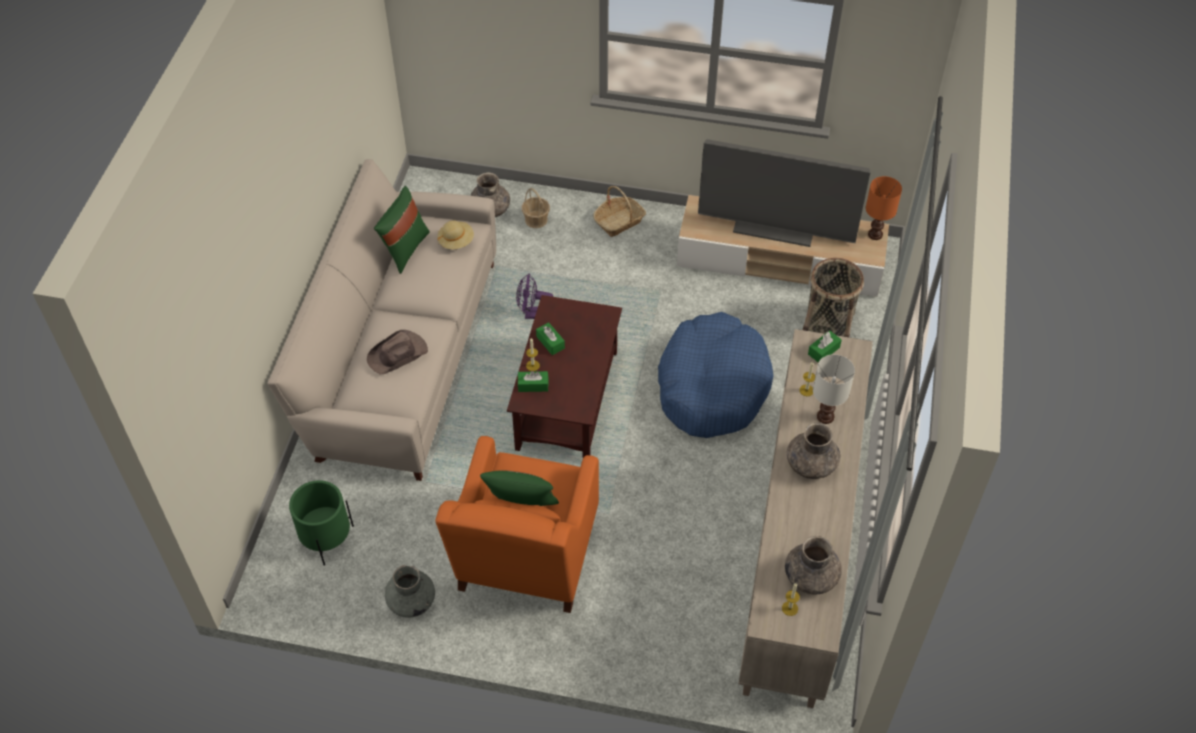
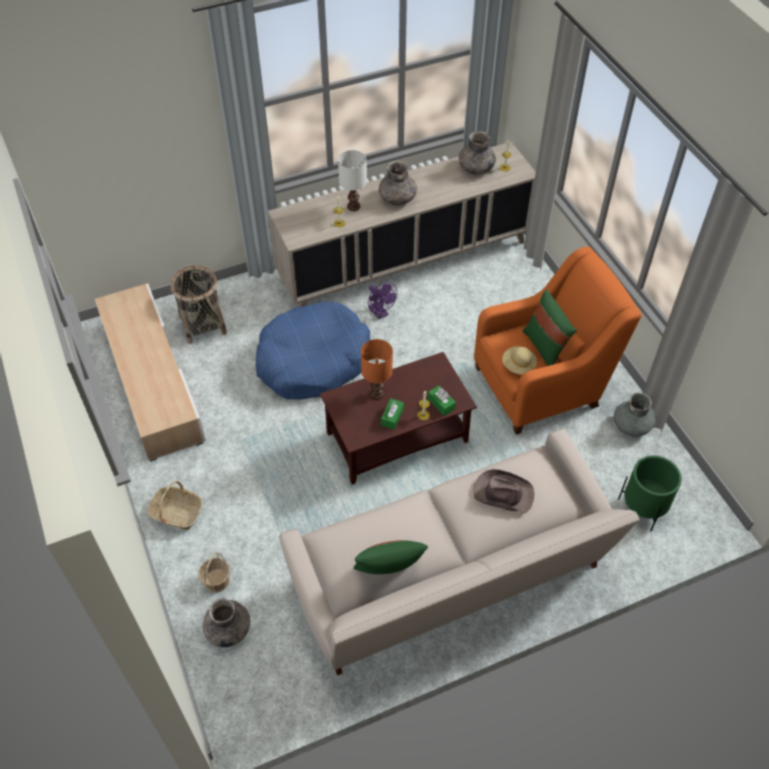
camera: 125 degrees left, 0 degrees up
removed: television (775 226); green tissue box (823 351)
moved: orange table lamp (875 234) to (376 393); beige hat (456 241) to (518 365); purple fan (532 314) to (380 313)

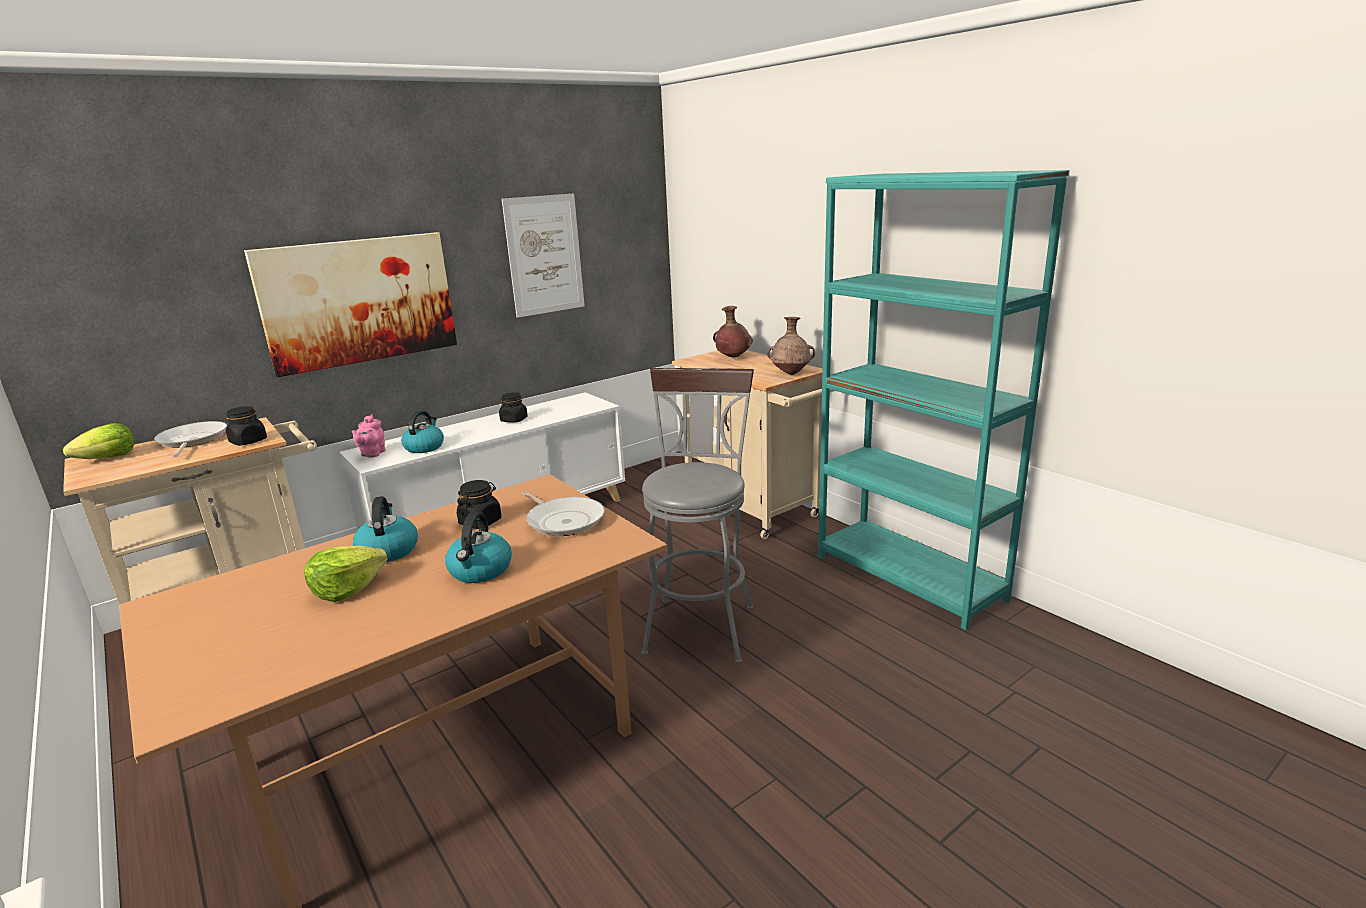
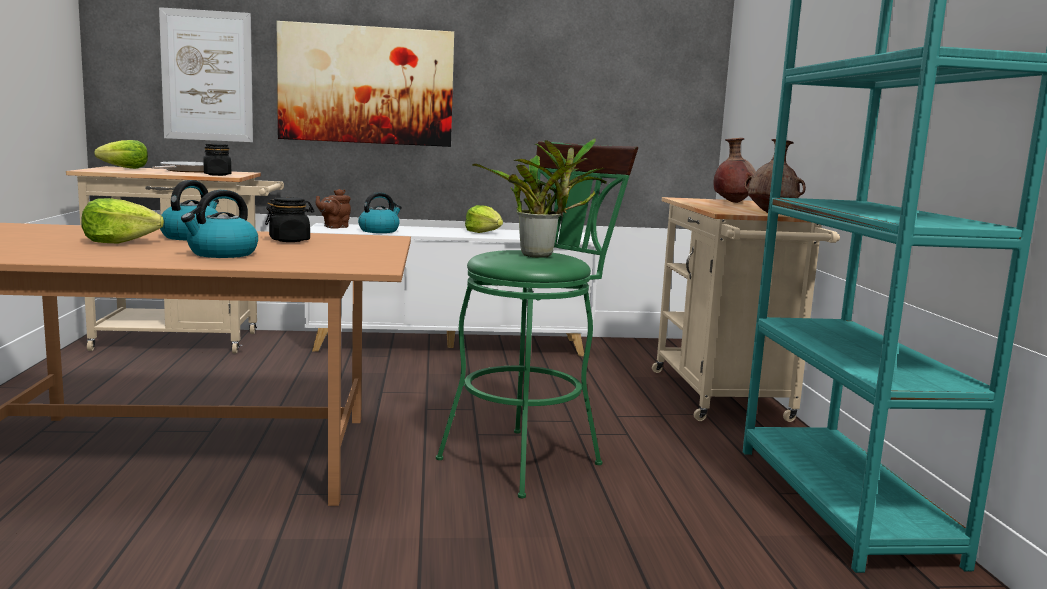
camera: 30 degrees right, 10 degrees down
removed: frying pan (563 520)
added: potted plant (542 255)
moved: picture (544 255) to (207 76)
replaced: black jar (514 420) to lettuce (484 232)
recoloured: grey stool (701 623) to green stool (528 457); pink teapot (372 454) to brown teapot (334 227)

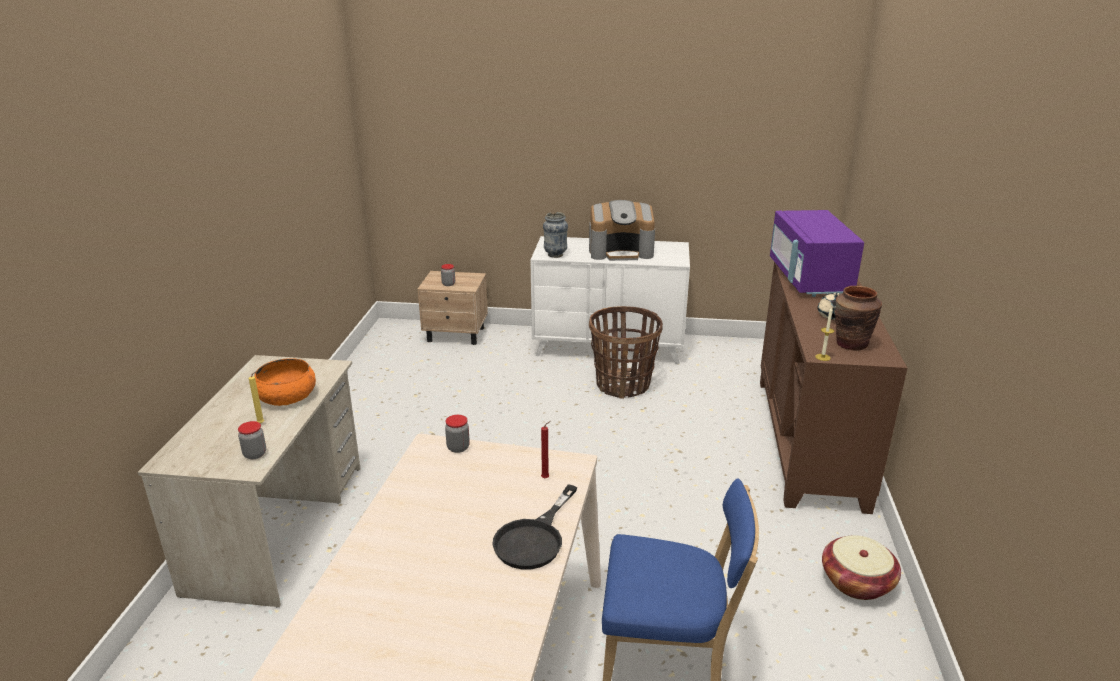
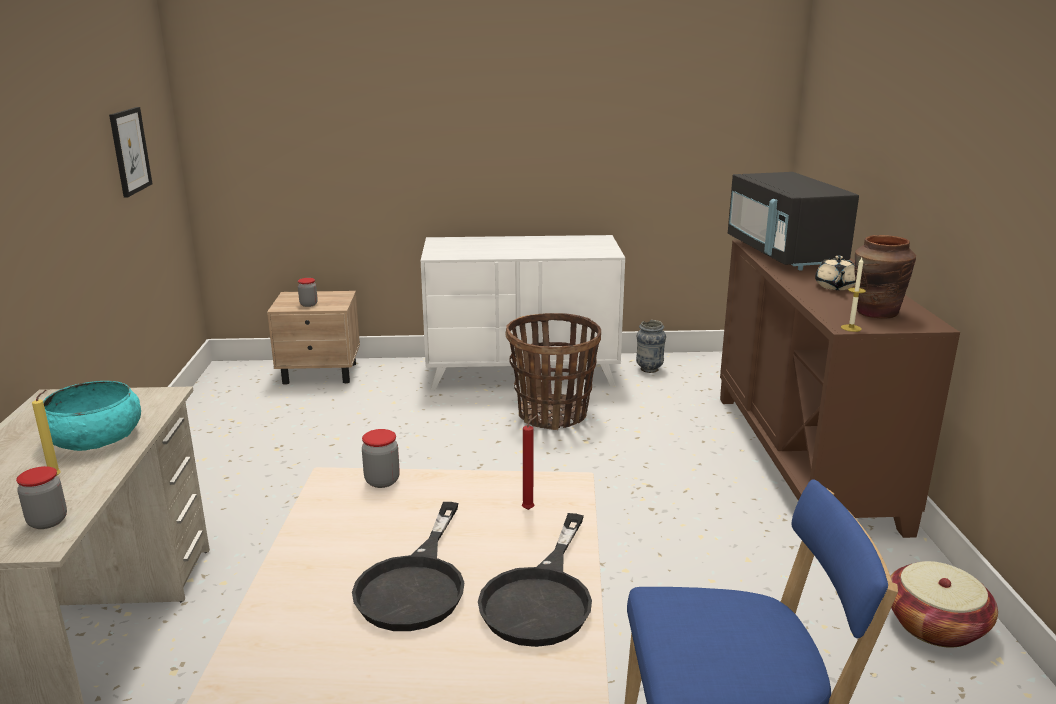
camera: 10 degrees left, 5 degrees down
removed: coffee machine (621 252)
added: picture (130 151); black frying pan (416 583)
moved: vase (555 255) to (649 369)
recoloured: purple microwave (809 279) to black microwave (784 254); orange bowl (287 395) to turquoise bowl (95 436)

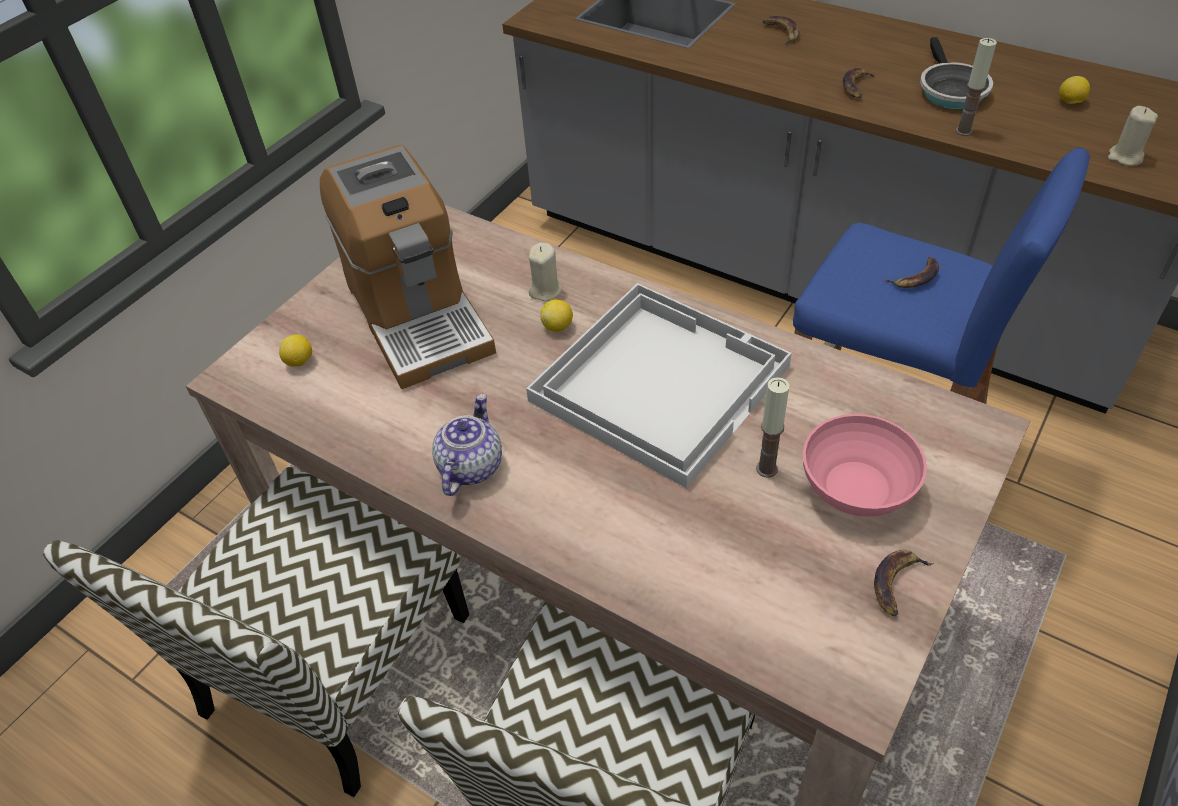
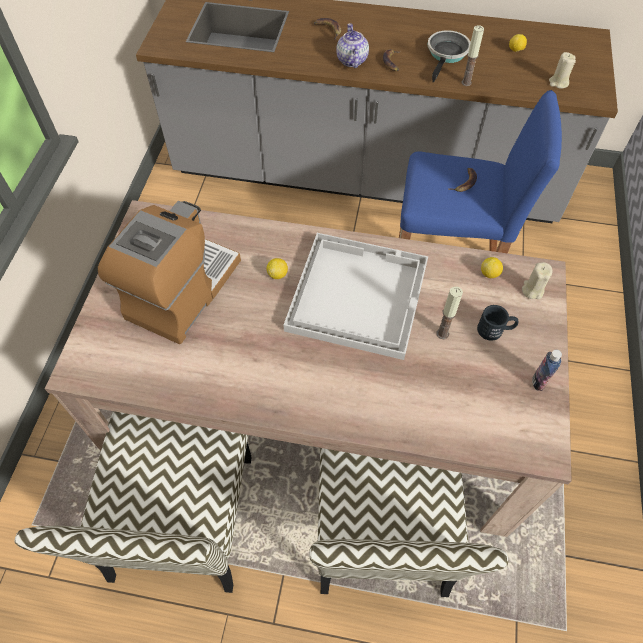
camera: 25 degrees left, 10 degrees up
moved: beige candle (545 290) to (532 290); lemon (300 362) to (489 274); teapot (470 466) to (351 60)
replaced: pink bowl (858 487) to black mug (495 330); banana (897 584) to bottle (538 381)
turned: frying pan (950 90) = (447 54) 135 degrees counterclockwise; coffee machine (418 316) = (182 291) 105 degrees counterclockwise

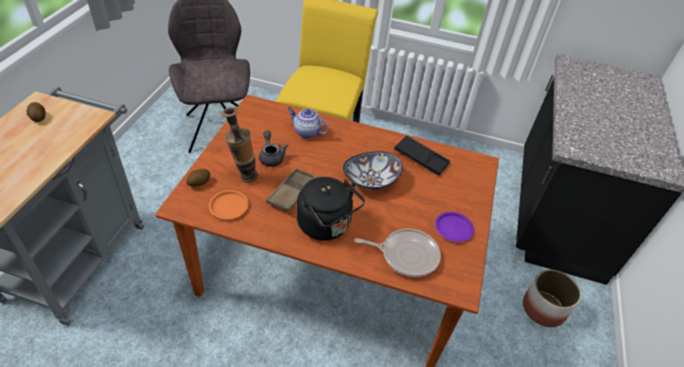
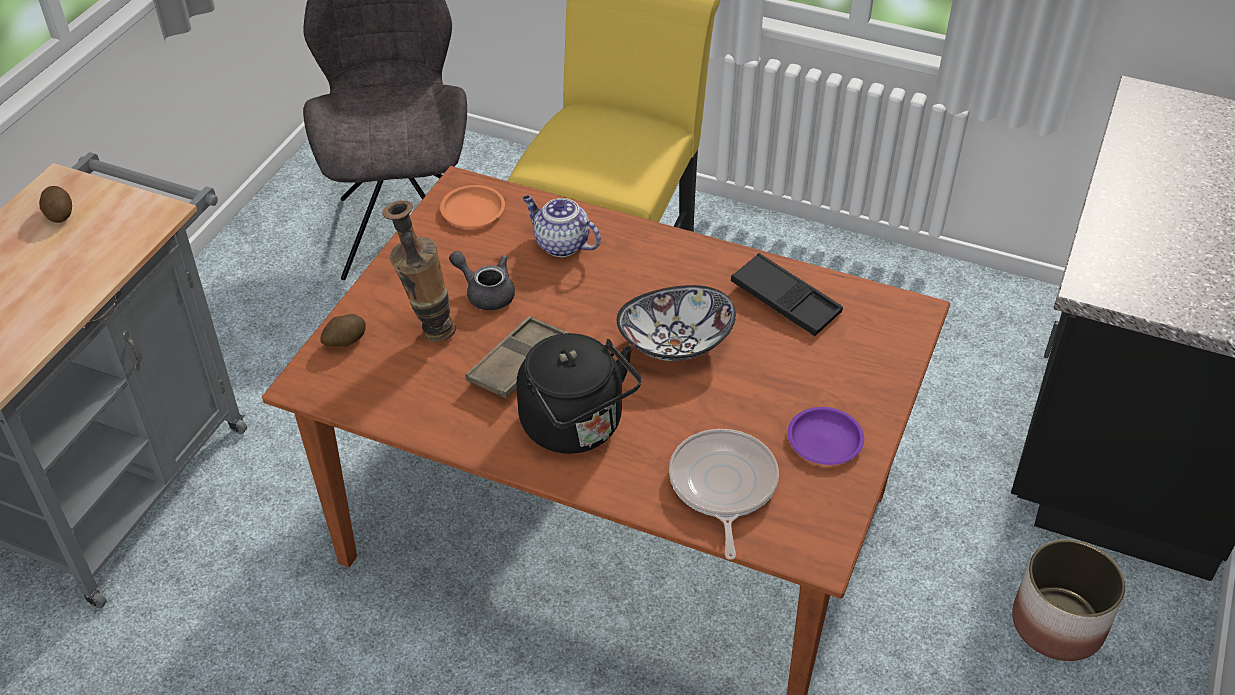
camera: 10 degrees right, 0 degrees up
moved: orange plate (229 207) to (473 210)
turned: grey teapot (271 156) = (485 292) 45 degrees counterclockwise; frying pan (406 255) = (722 486) 105 degrees counterclockwise

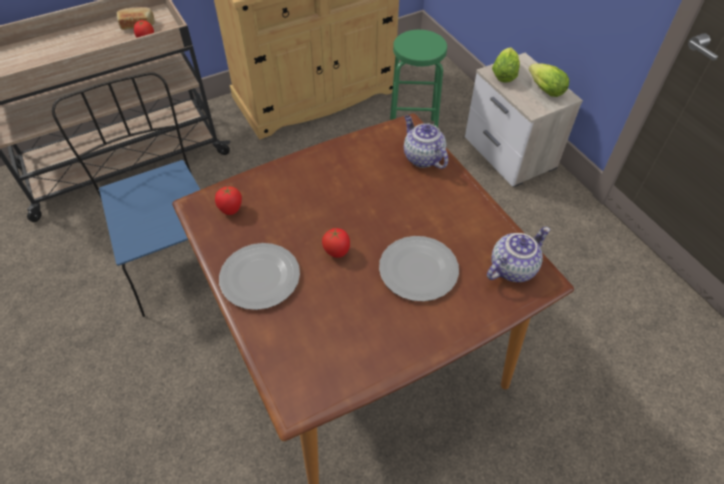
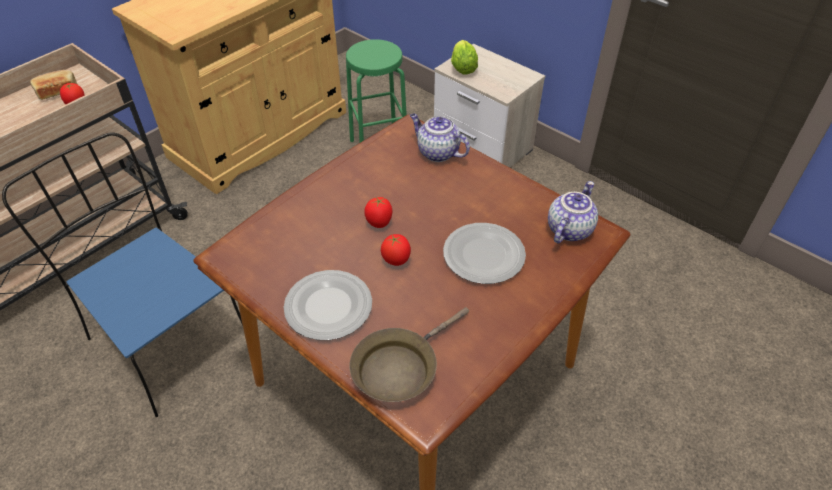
camera: 20 degrees left, 5 degrees down
removed: lettuce (543 89)
added: brown frying pan (399 367)
moved: tomato (231 210) to (379 224)

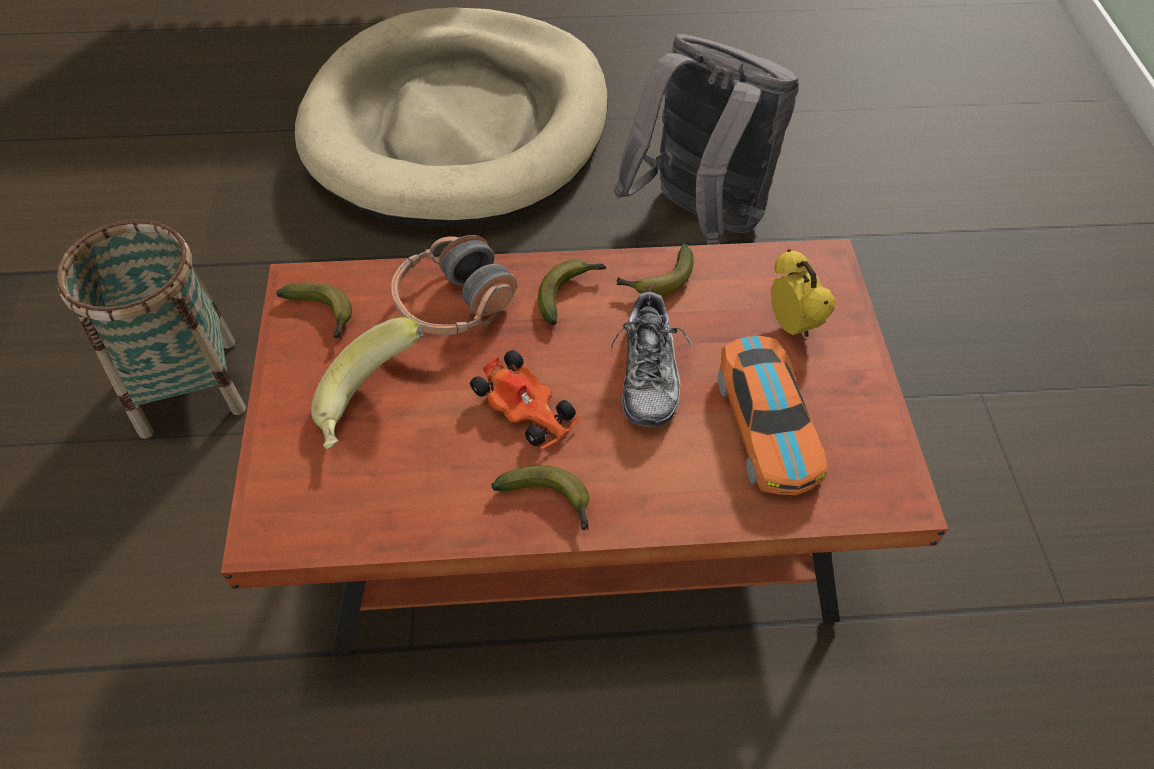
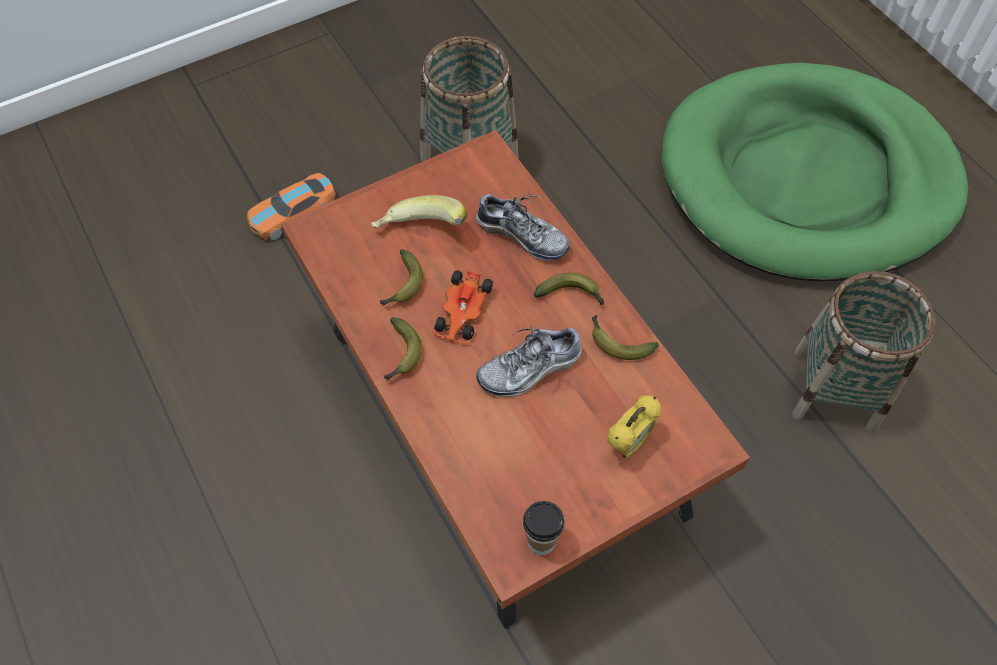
camera: 65 degrees right, 5 degrees up
added: cup (541 542)
moved: banana (323 315) to (402 285); toy car (767 425) to (293 213)
replaced: grey backpack (697 219) to basket (834 389); headphones (454 303) to shoe (522 236)
recoloured: beige dog bed (458 124) to green dog bed (807 179)

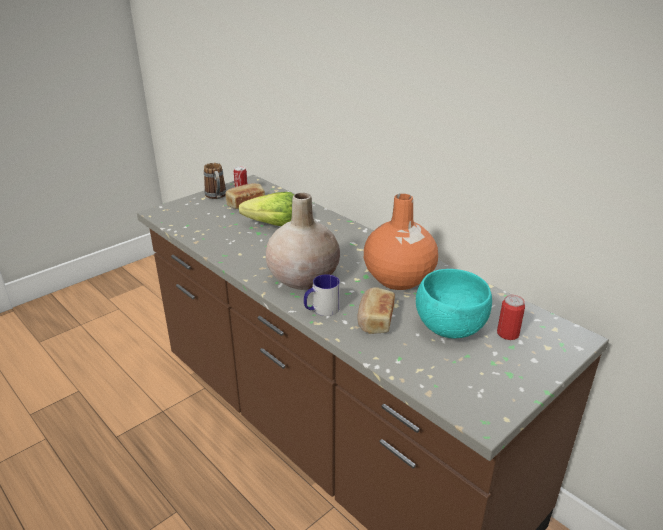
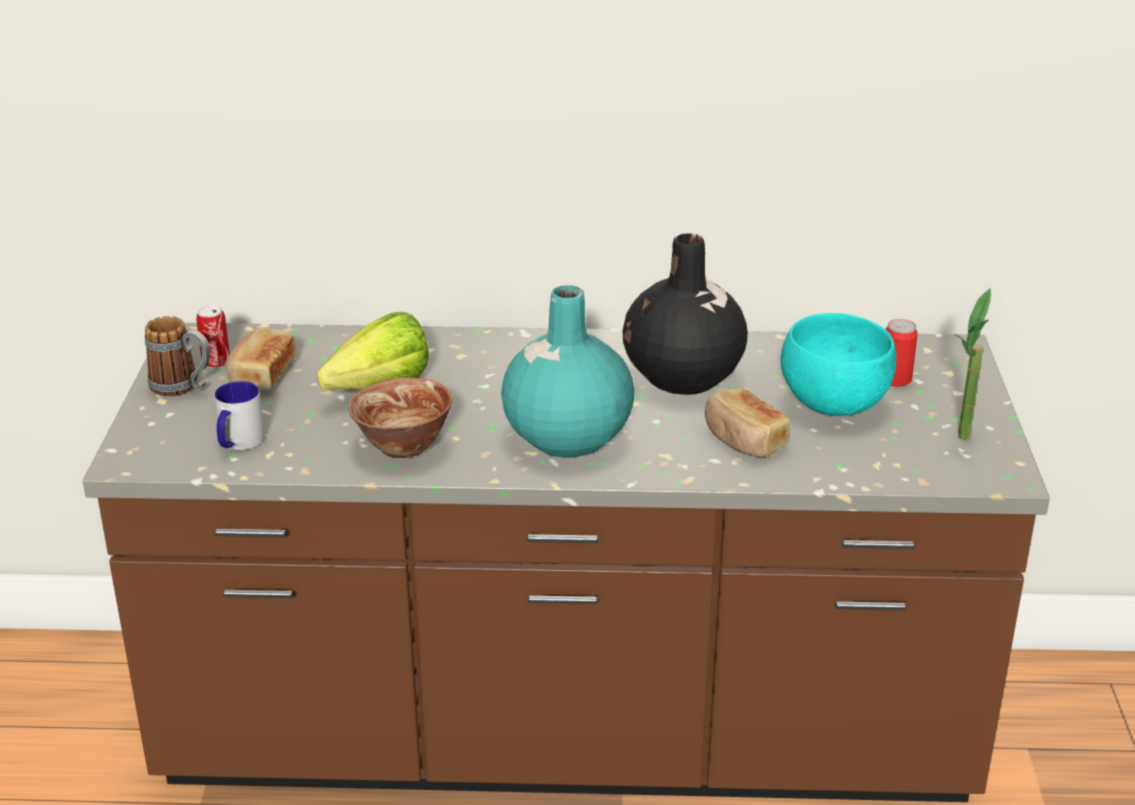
camera: 45 degrees left, 0 degrees up
added: potted plant (961 443); bowl (403 446)
moved: mug (321 310) to (238 443)
recoloured: beige vase (303 278) to turquoise vase (567 437); orange vase (398 279) to black vase (683 377)

